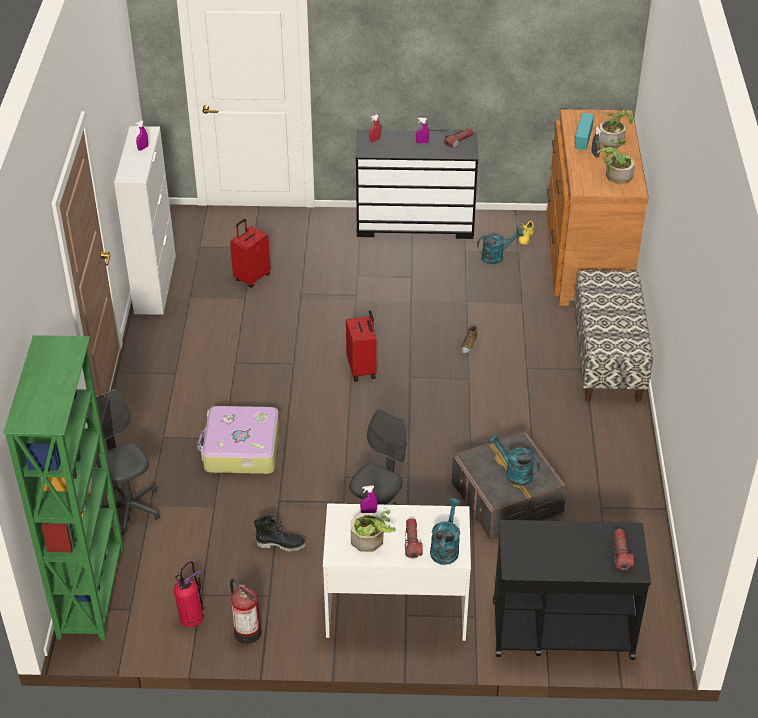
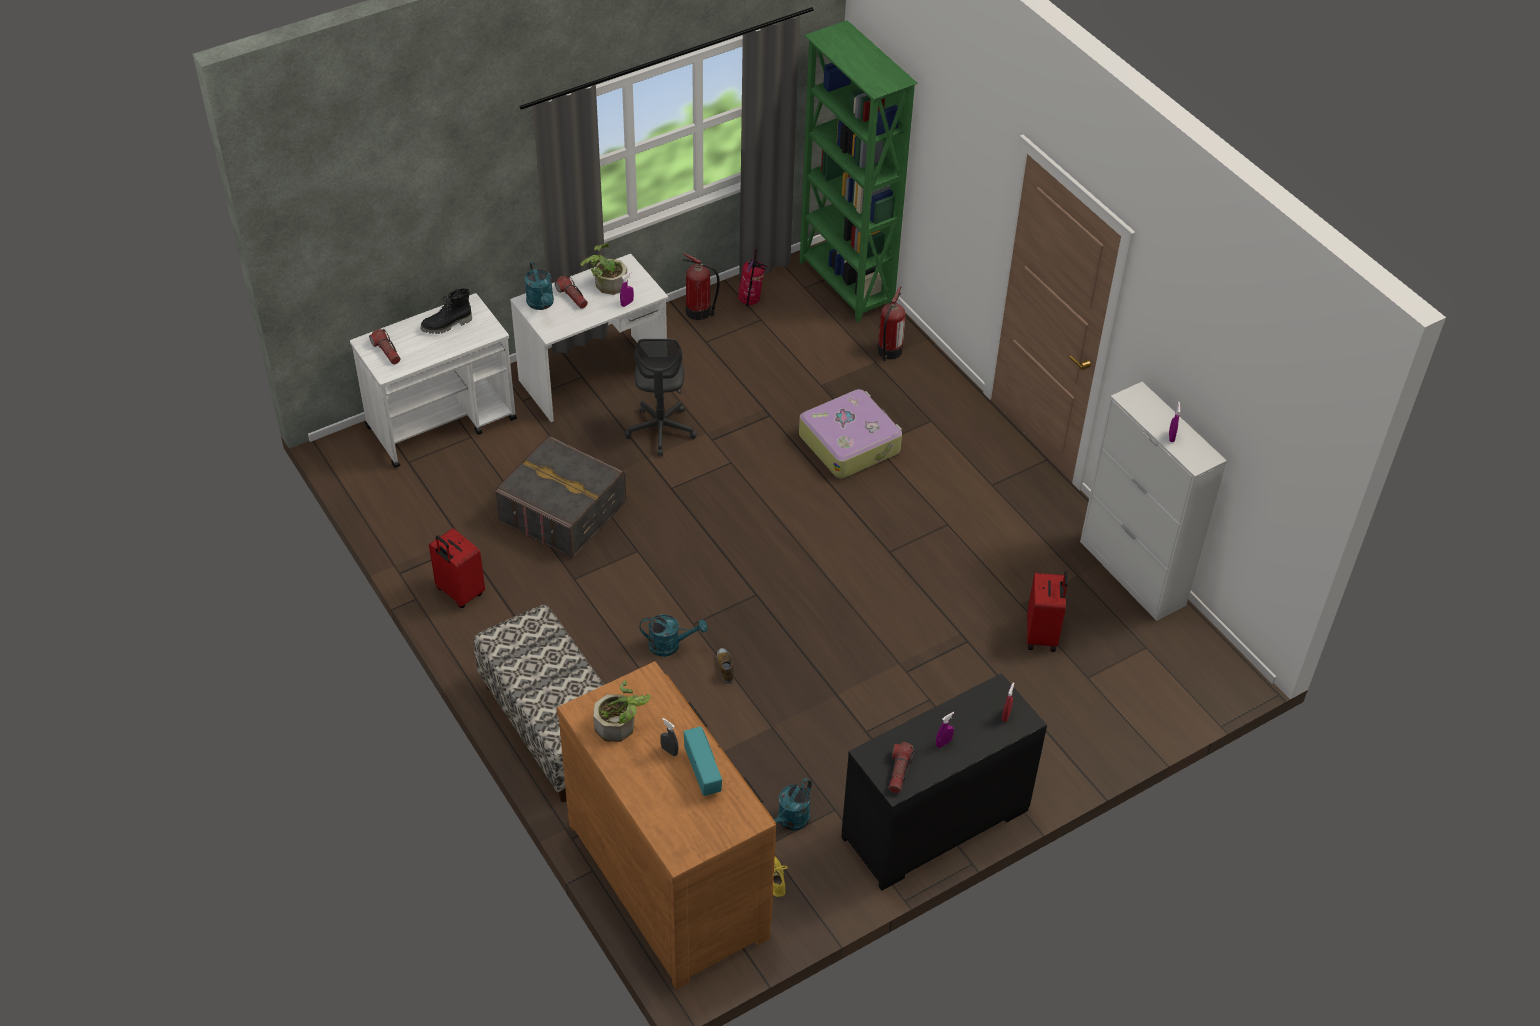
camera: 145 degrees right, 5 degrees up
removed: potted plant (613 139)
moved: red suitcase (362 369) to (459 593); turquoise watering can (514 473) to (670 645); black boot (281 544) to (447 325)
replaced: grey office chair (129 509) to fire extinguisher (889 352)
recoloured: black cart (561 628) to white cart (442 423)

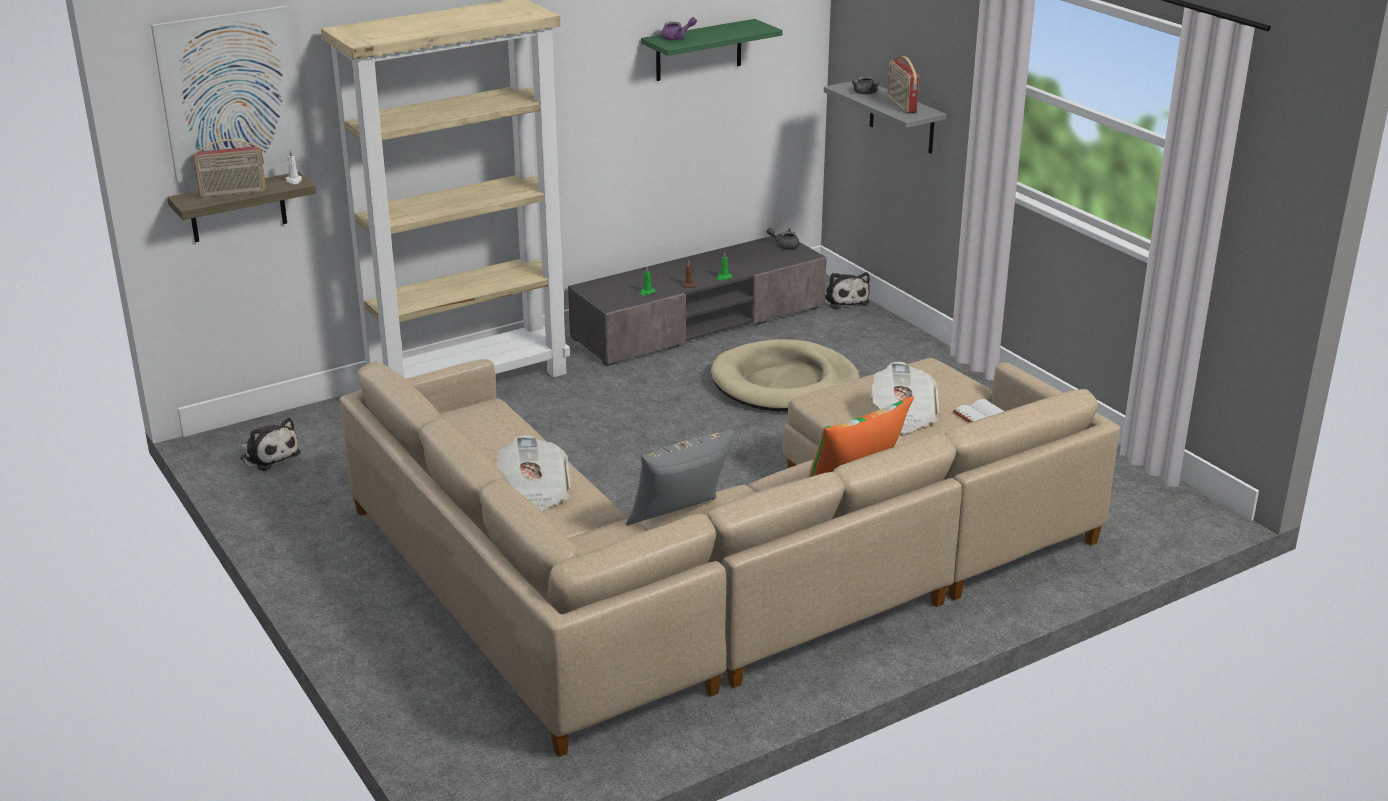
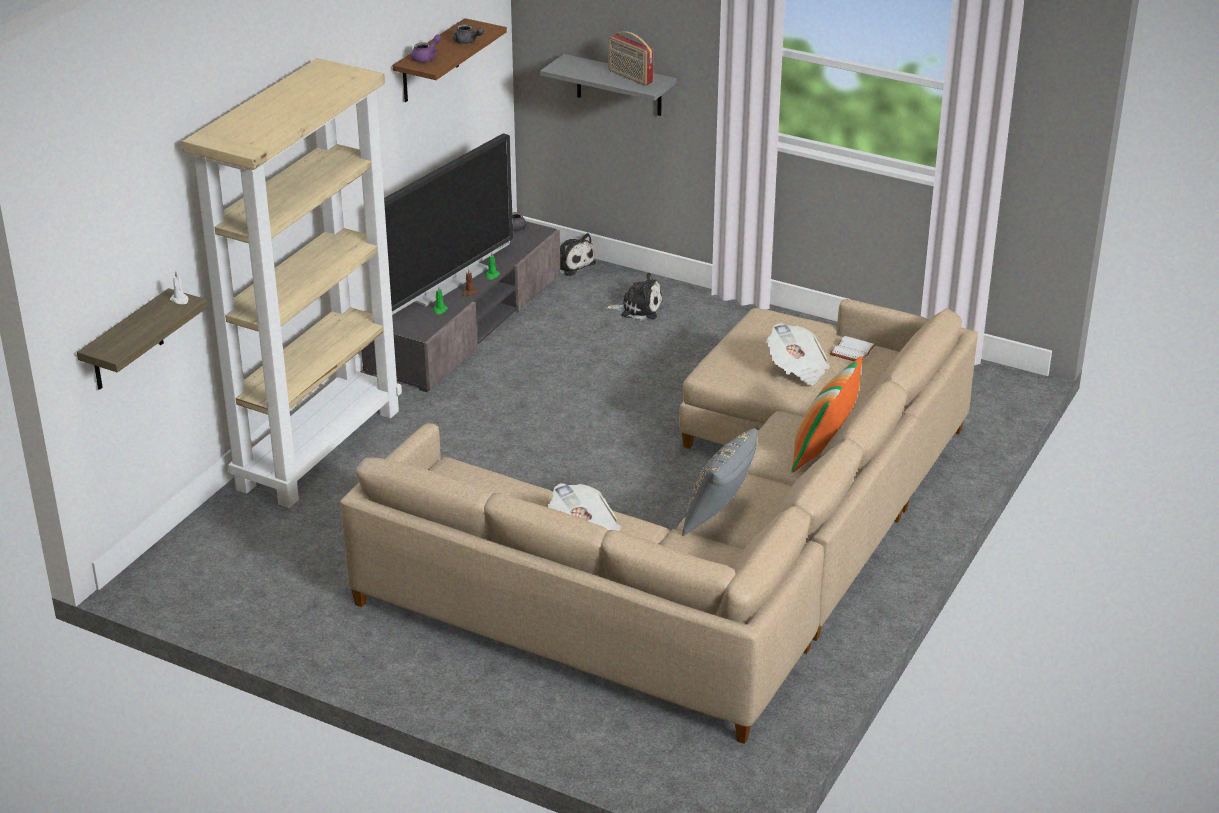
camera: 30 degrees left, 5 degrees up
removed: picture (231 93); radio (233 193); beige dog bed (784 383)
added: television (445 282)
moved: grey teapot (866 93) to (467 42); plush toy (269 455) to (638 308)
recoloured: green shelf (698 50) to brown shelf (430 62)

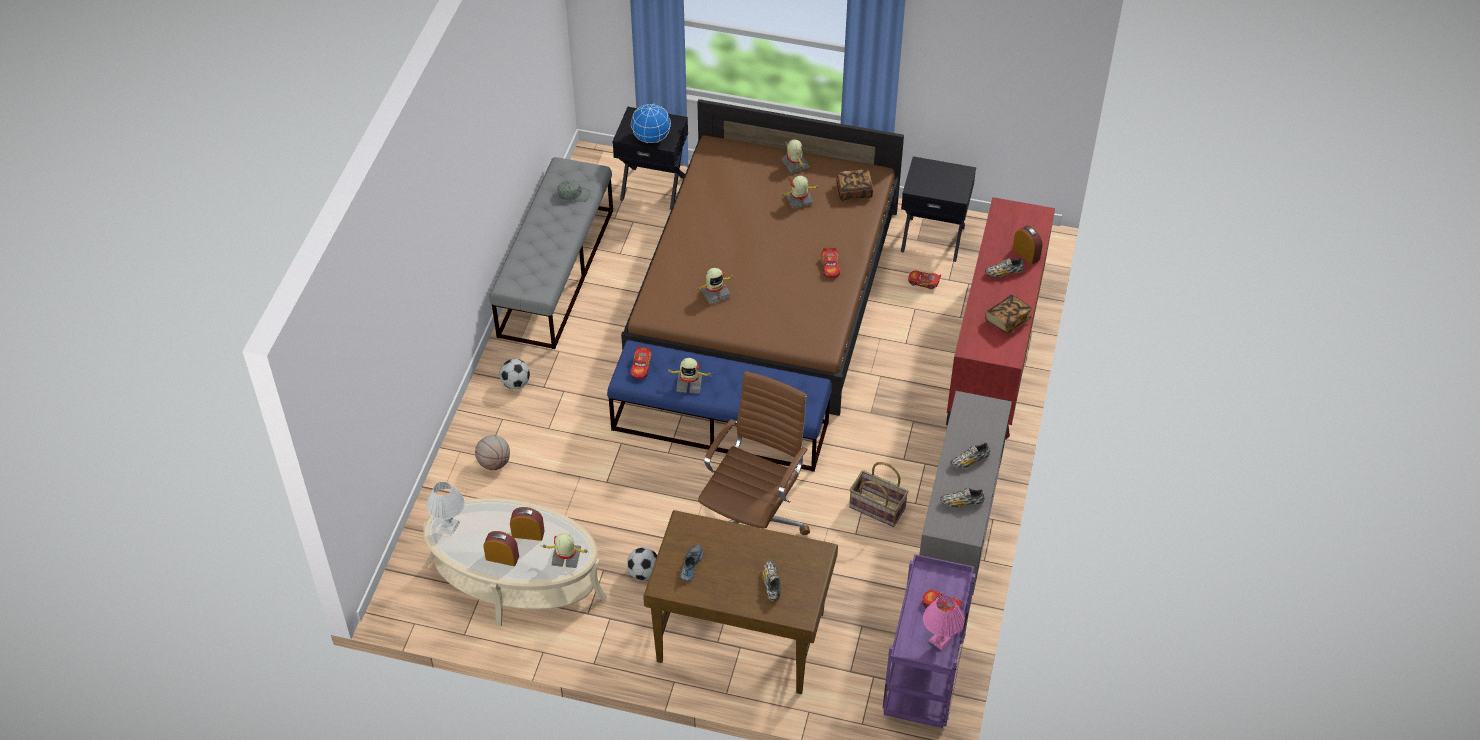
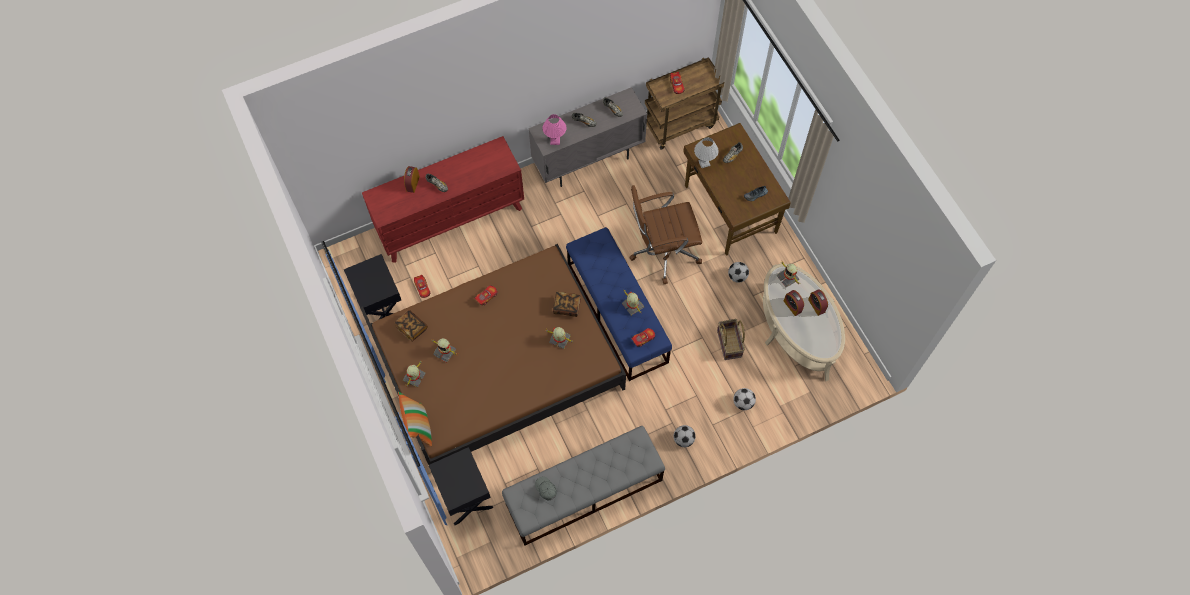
camera: 130 degrees left, 15 degrees up
removed: globe (651 138)
added: pillow (418 426)
moved: book (1007 320) to (567 307); basket (876 508) to (730 343); white table lamp (449 525) to (704 163); pink table lamp (940 640) to (555 140)
replaced: basketball (494 463) to football (743 402)
recoloured: purple cart (924 680) to brown cart (680 124)

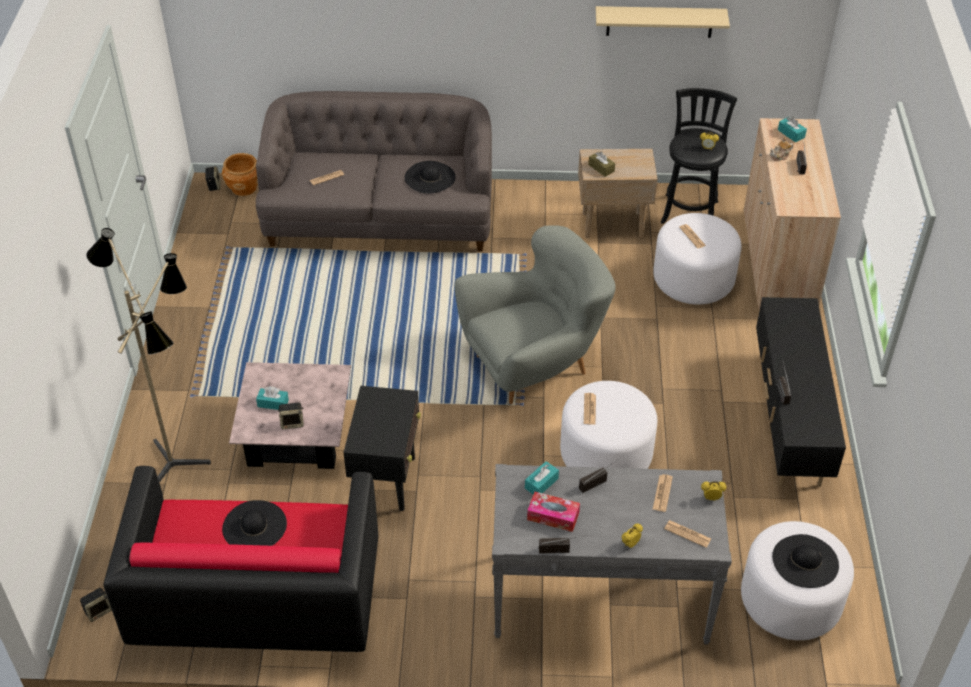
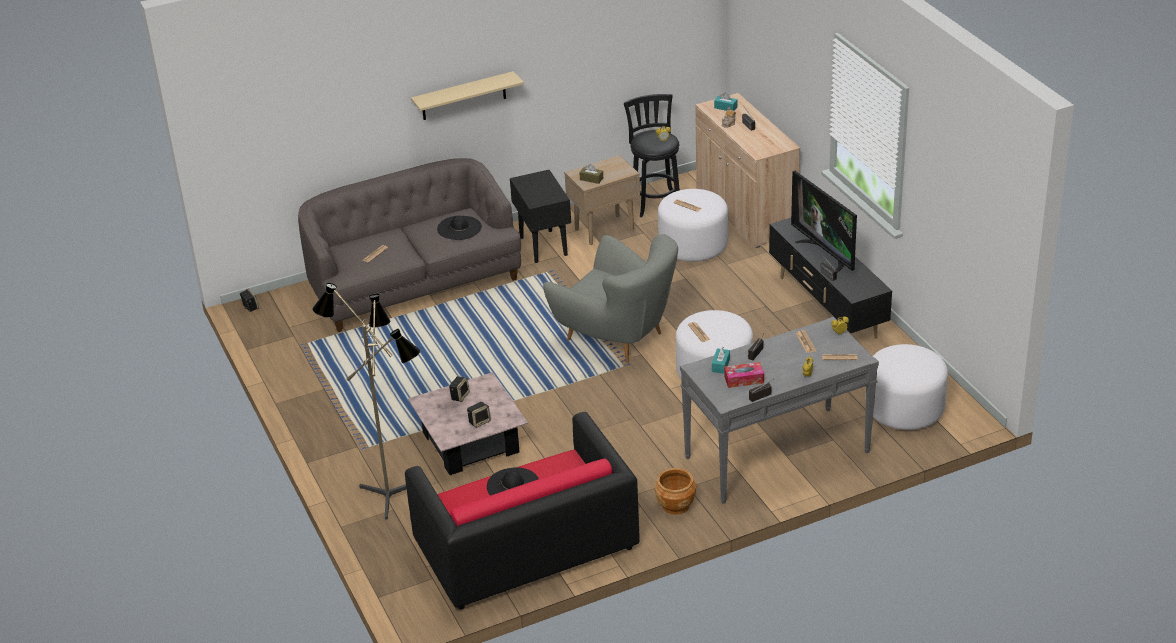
camera: 25 degrees left, 10 degrees down
removed: turquoise tissue box (273 403); black hat (805 561)
added: television (825 253)
moved: beige shelf (659 21) to (463 96); brown planter (244 187) to (675 505); black side table (387 481) to (543 246); speaker (98 611) to (460 396)
turned: grey armchair (534 364) = (617 337) 90 degrees clockwise

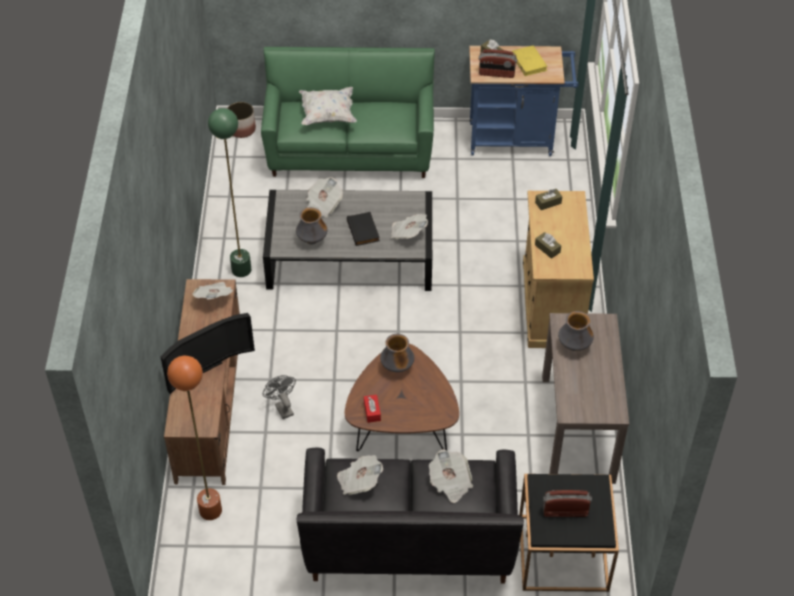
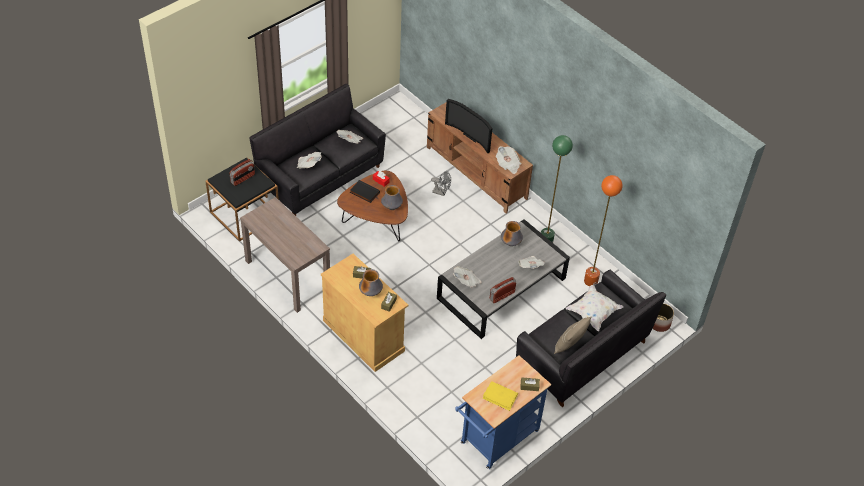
camera: 135 degrees right, 0 degrees up
added: beige pillow (569 345)
moved: radio (496 74) to (501 295); black book (364 230) to (364 193); vase (574 346) to (370 293); orange floor lamp (210 511) to (590 281)
recoloured: green sofa (350 150) to black sofa (582 355)
turned: television (205 364) = (472 135) 60 degrees counterclockwise

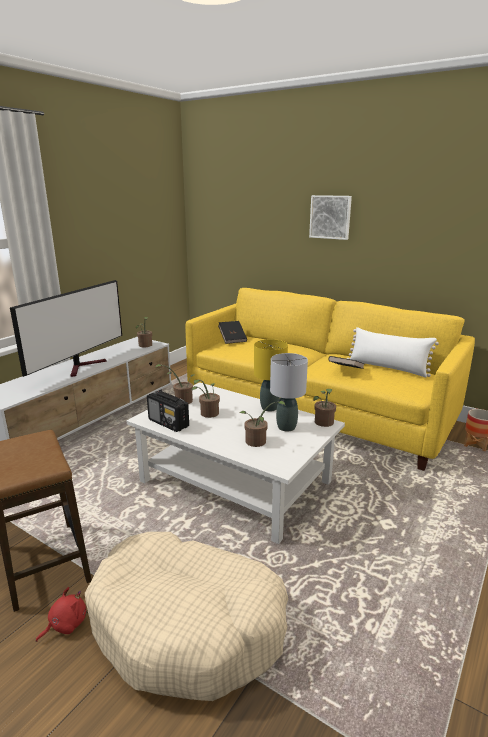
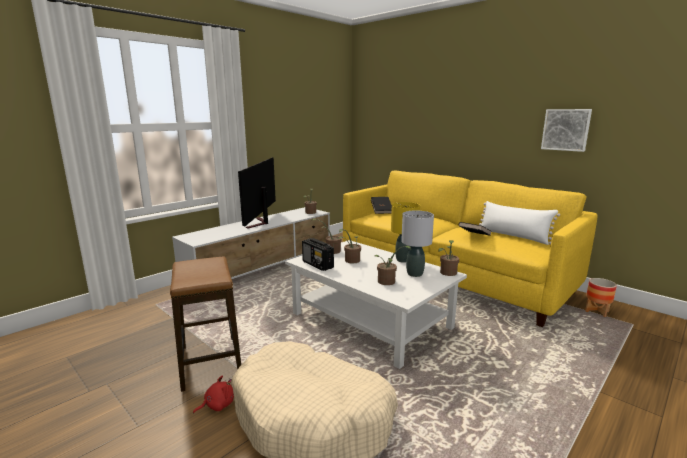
camera: 10 degrees right, 5 degrees down
moved: picture (330 217) to (566 129)
turned: television (83 366) = (260 223) 150 degrees clockwise

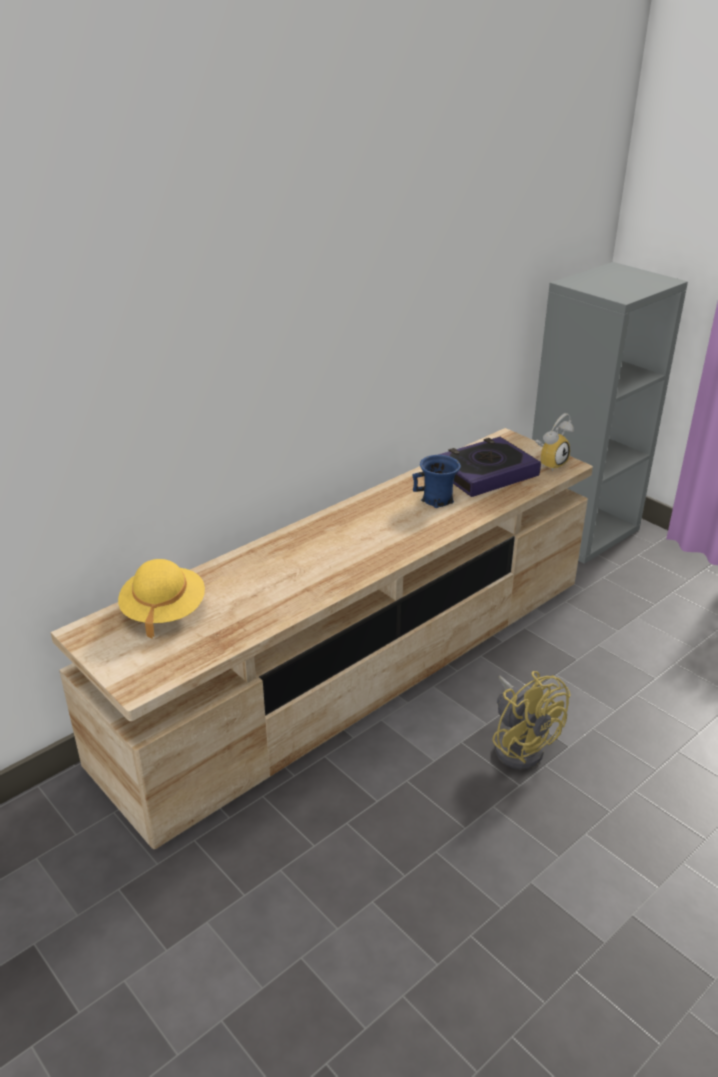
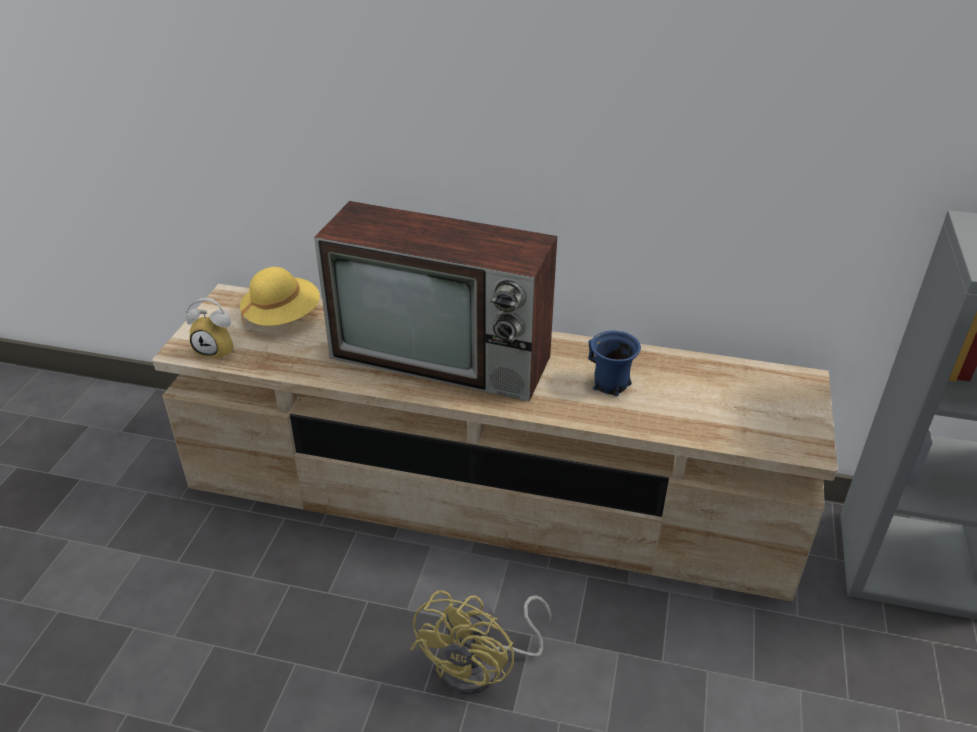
camera: 55 degrees right, 5 degrees up
removed: book (485 473)
added: television (445 357)
moved: alarm clock (550 463) to (219 350)

